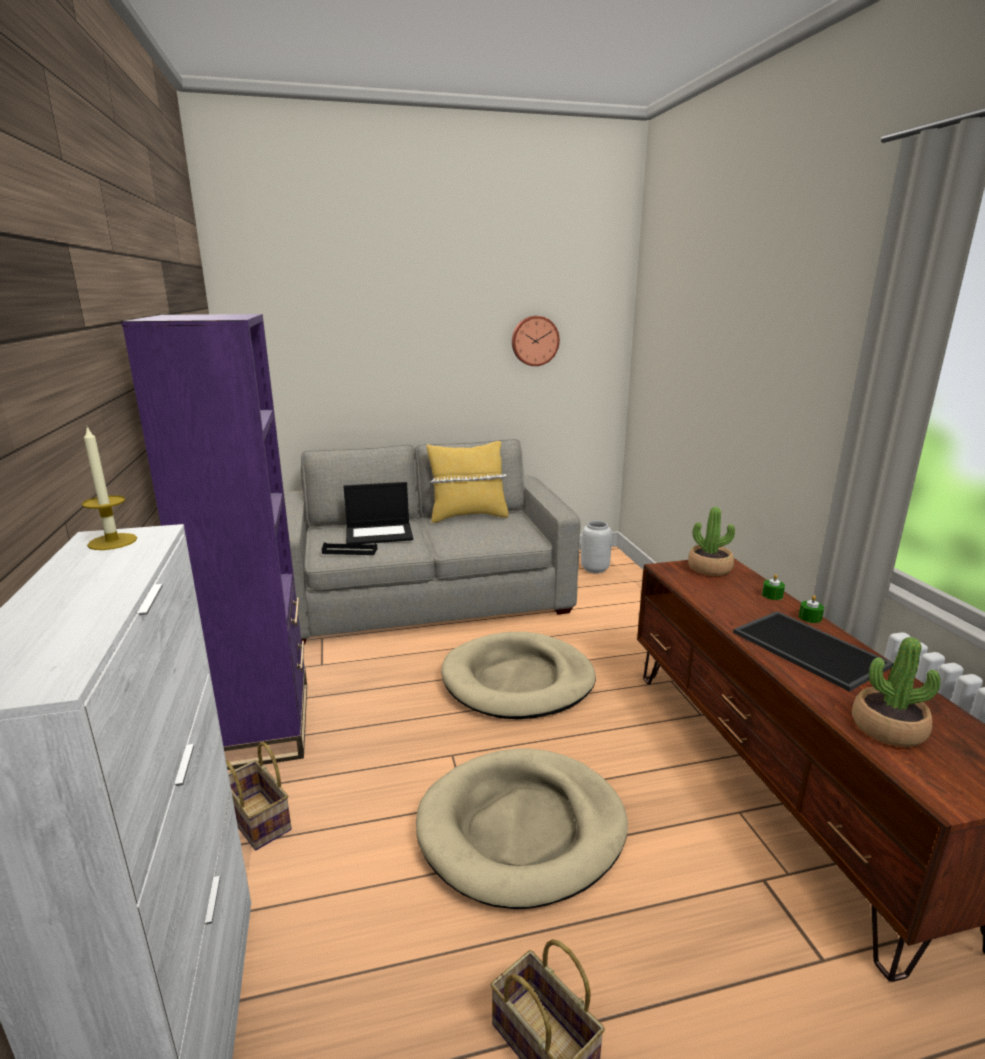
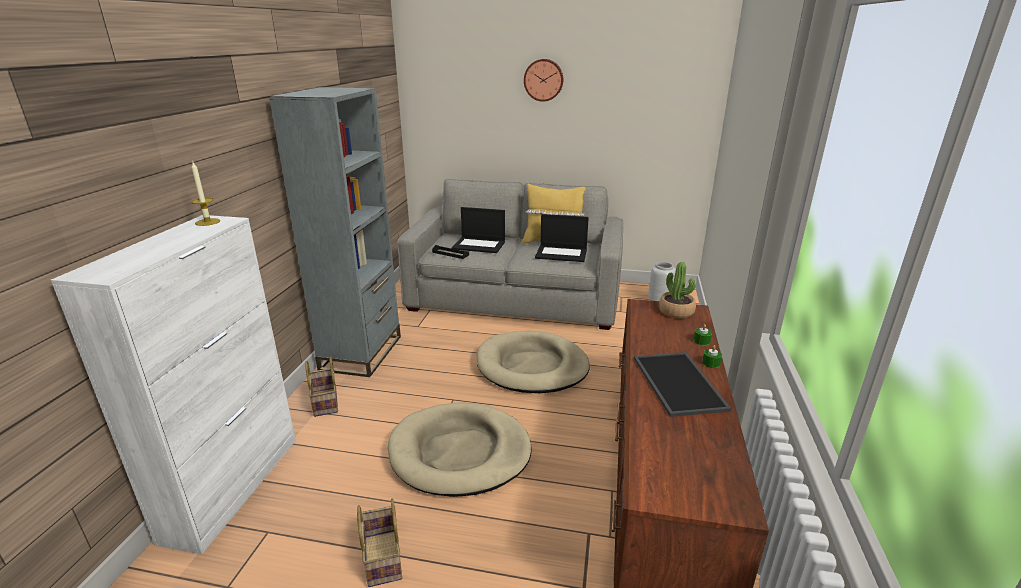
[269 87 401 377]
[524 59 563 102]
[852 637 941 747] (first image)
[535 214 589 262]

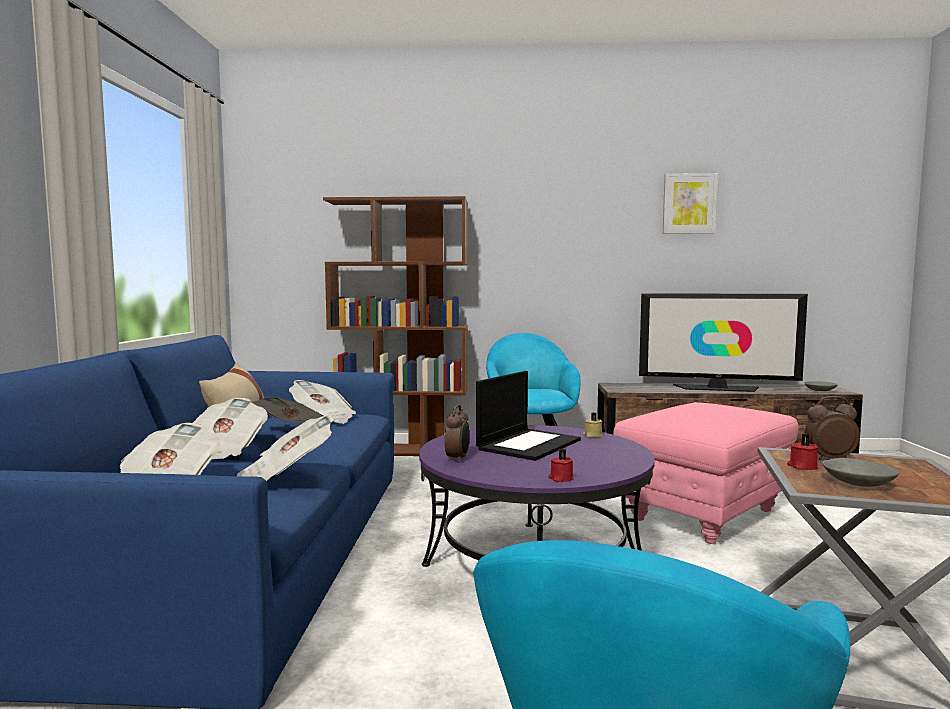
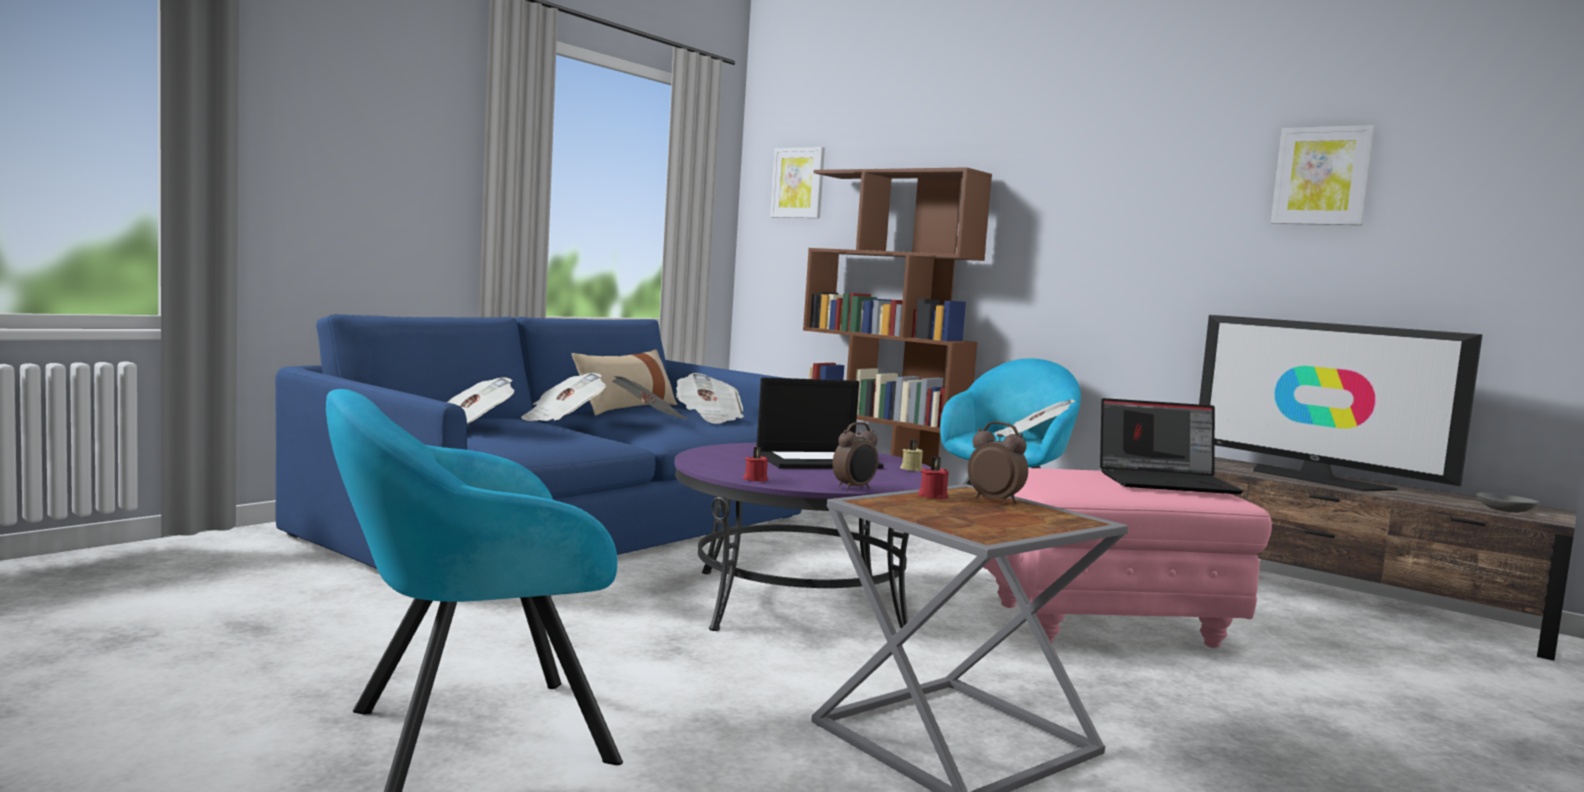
[832 422 878 490]
[994 399 1075 436]
[822 458 899 487] (first image)
[770 147 825 218]
[1100 398 1244 494]

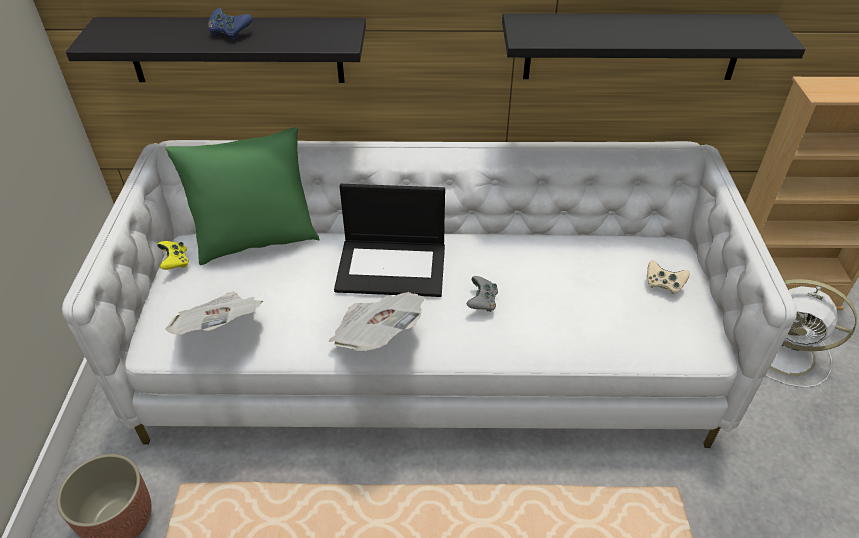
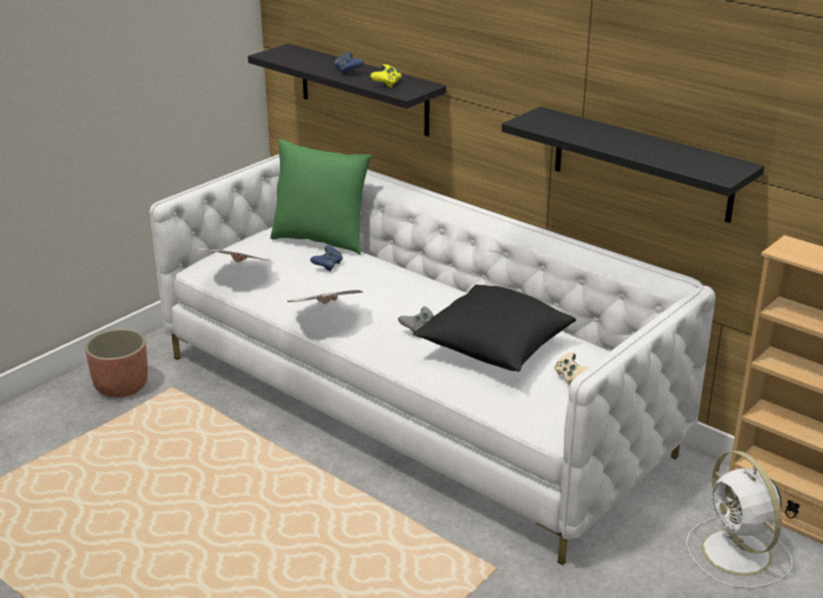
[334 184 445 297] (first image)
[370 64 401 87]
[310 246 343 271]
[413 284 576 372]

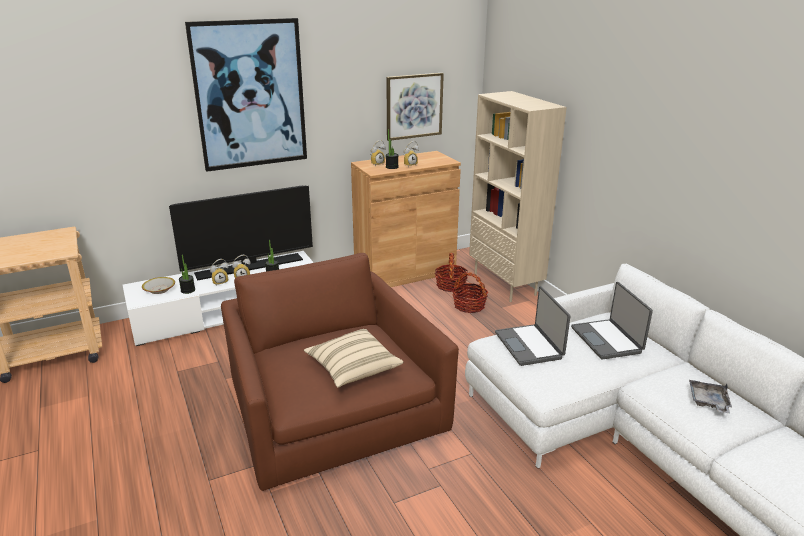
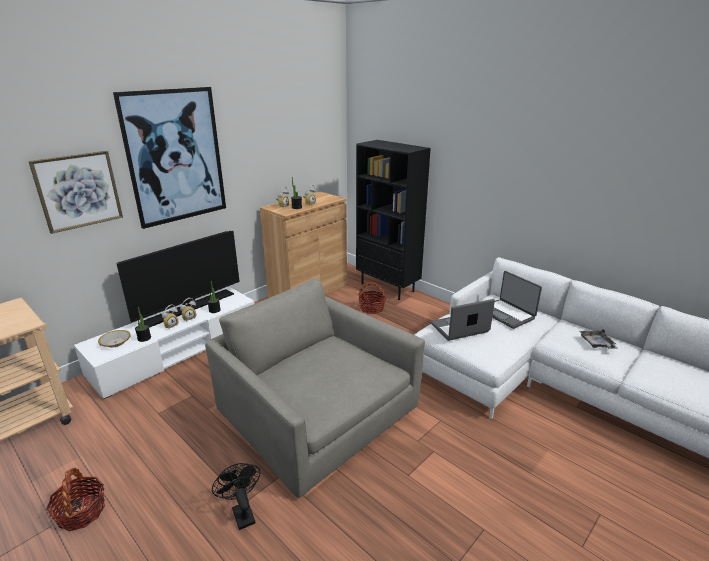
[28 151 123 234]
[356 140 431 300]
[205 279 425 498]
[46 468 105 531]
[431 299 495 341]
[304 329 403 387] (first image)
[212 463 260 530]

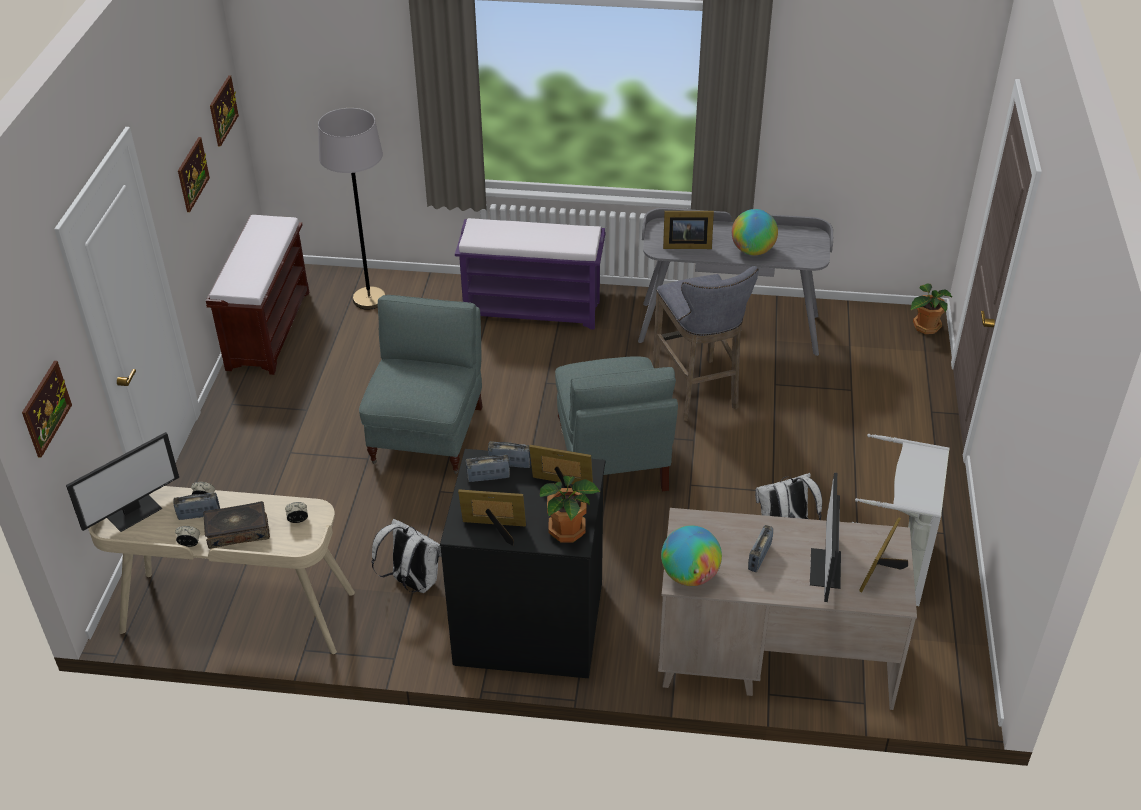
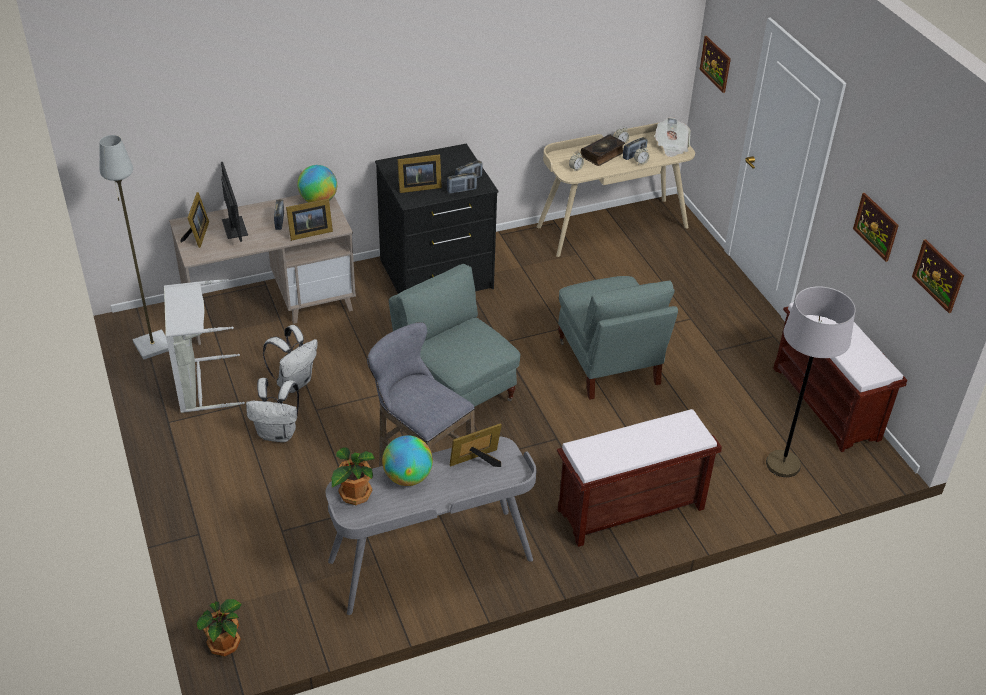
[557 409 722 547]
[654 117 691 157]
[332 447 375 505]
[286 198 333 241]
[246 378 299 442]
[100 135 169 360]

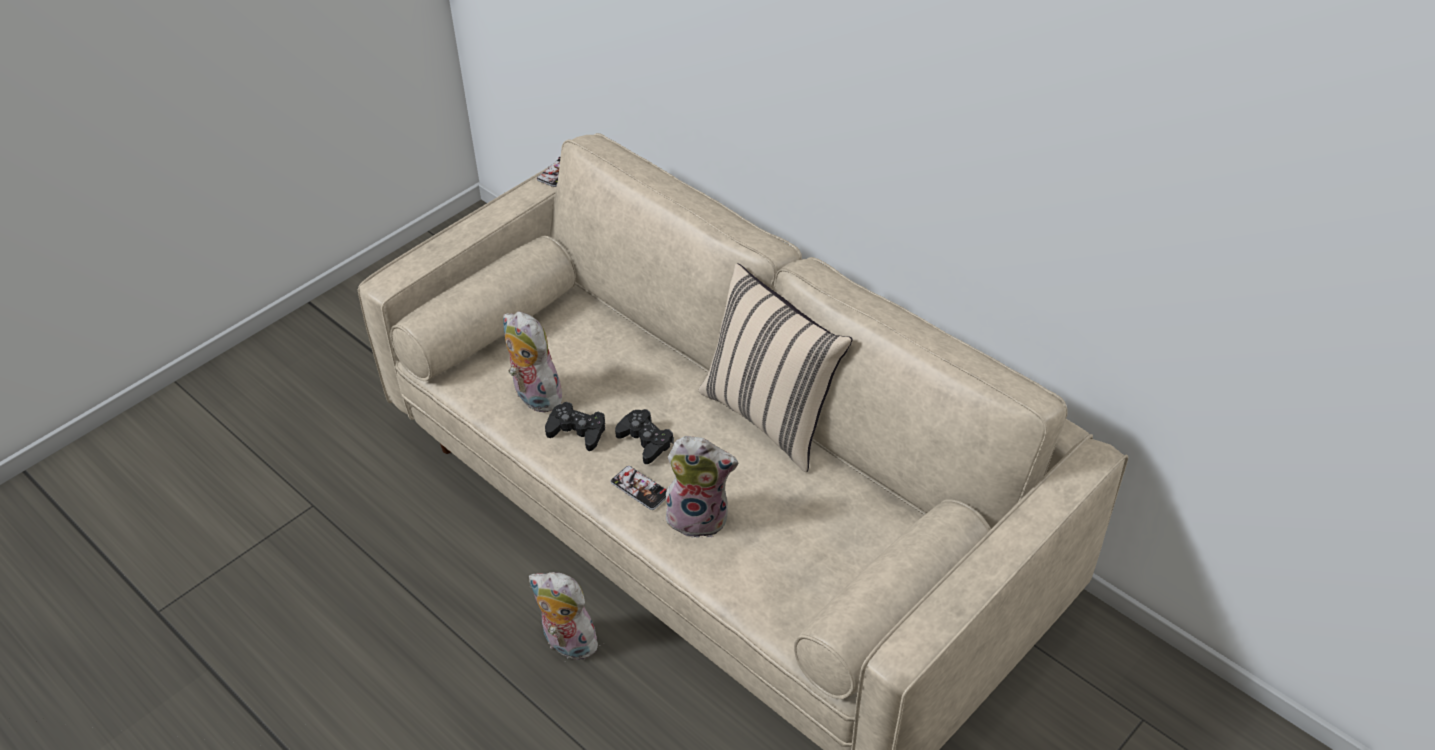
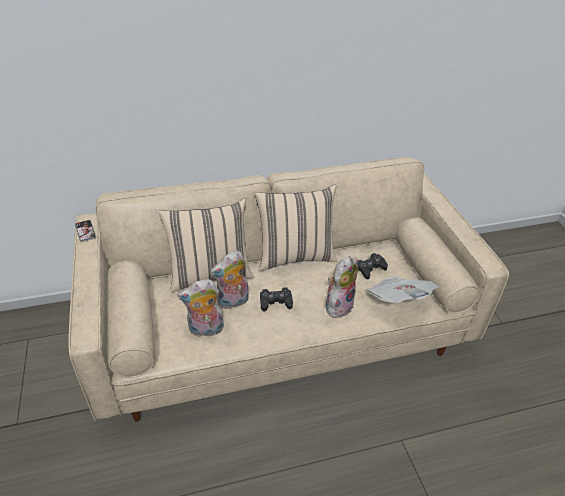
[358 253 388 279]
[611 466 667 510] (first image)
[210 251 249 309]
[158 198 254 293]
[365 276 439 303]

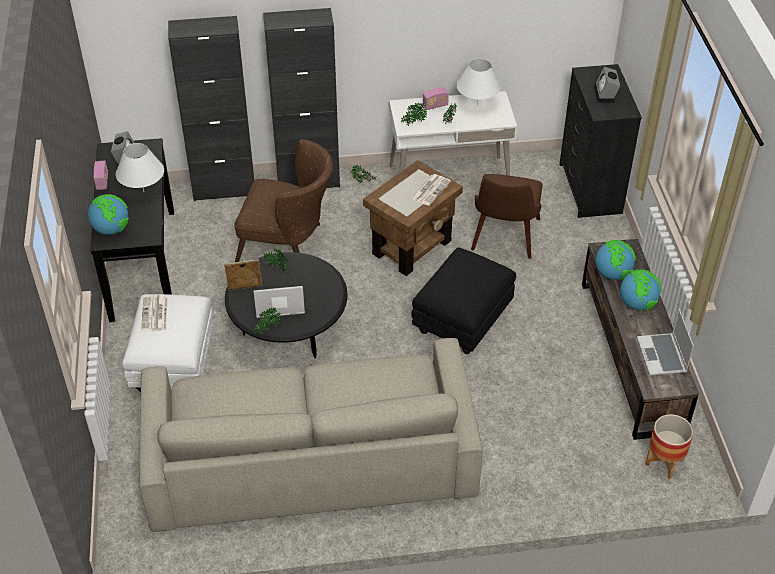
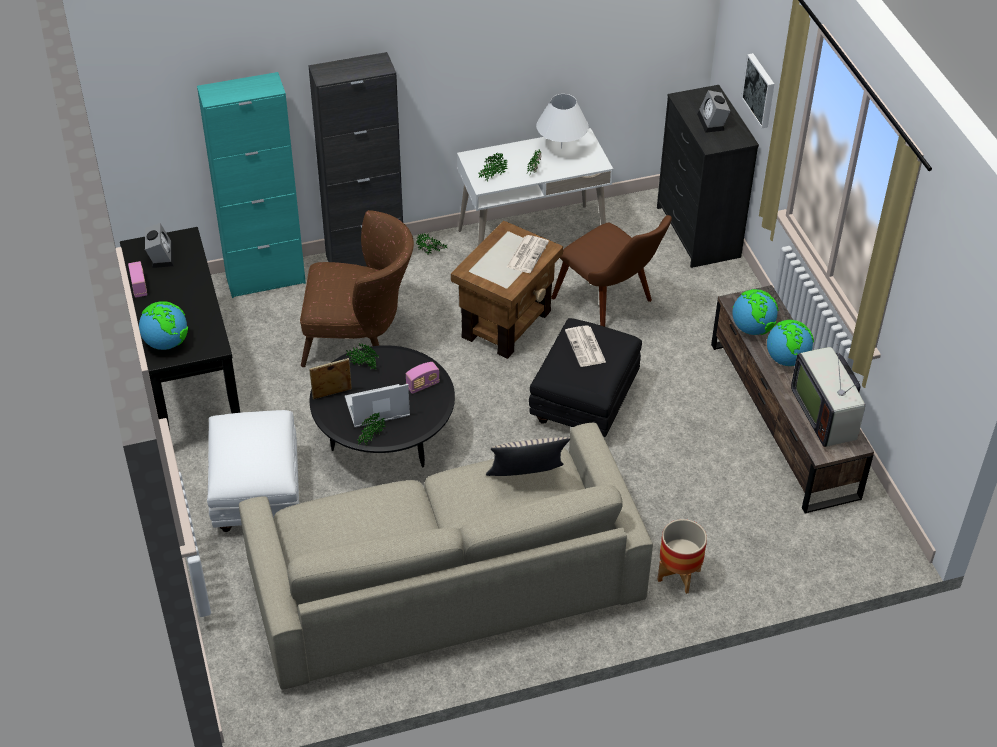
[197 72 306 298]
[406 362 440 394]
[116 143 164 192] (first image)
[551 215 672 327]
[565 325 606 367]
[791 344 865 447]
[657 519 707 594]
[741 53 774 128]
[486 437 570 476]

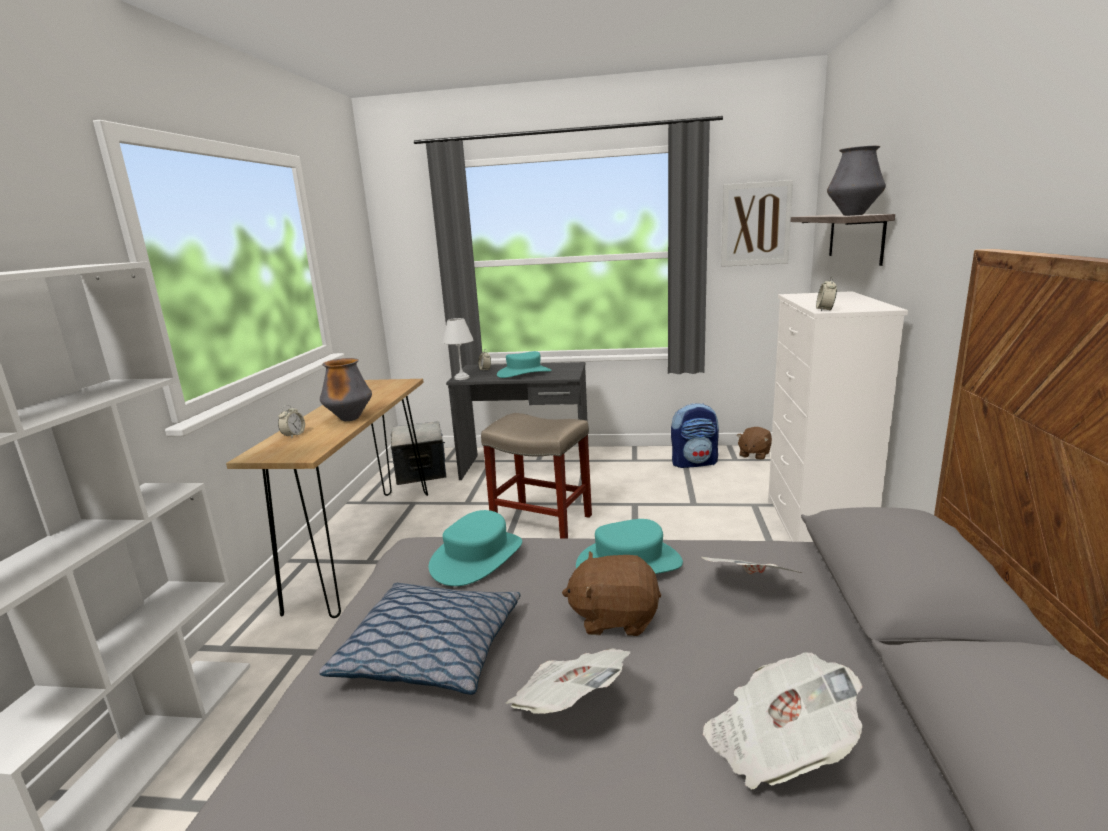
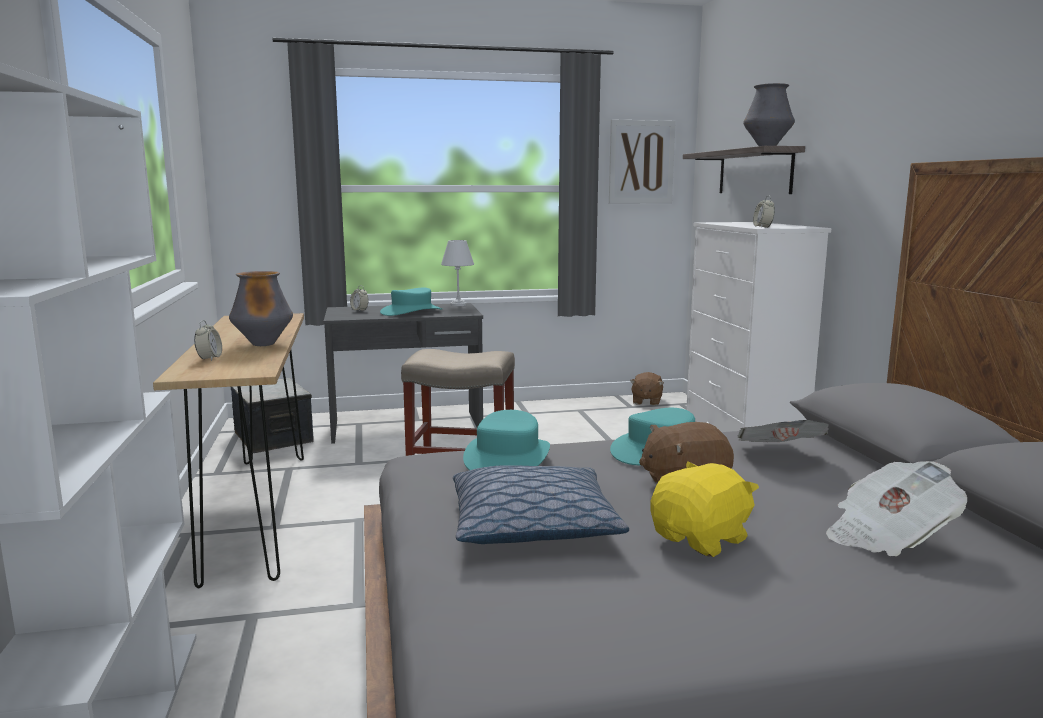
[441 240 474 306]
[671 403 719 468] (first image)
[650 462 759 557]

